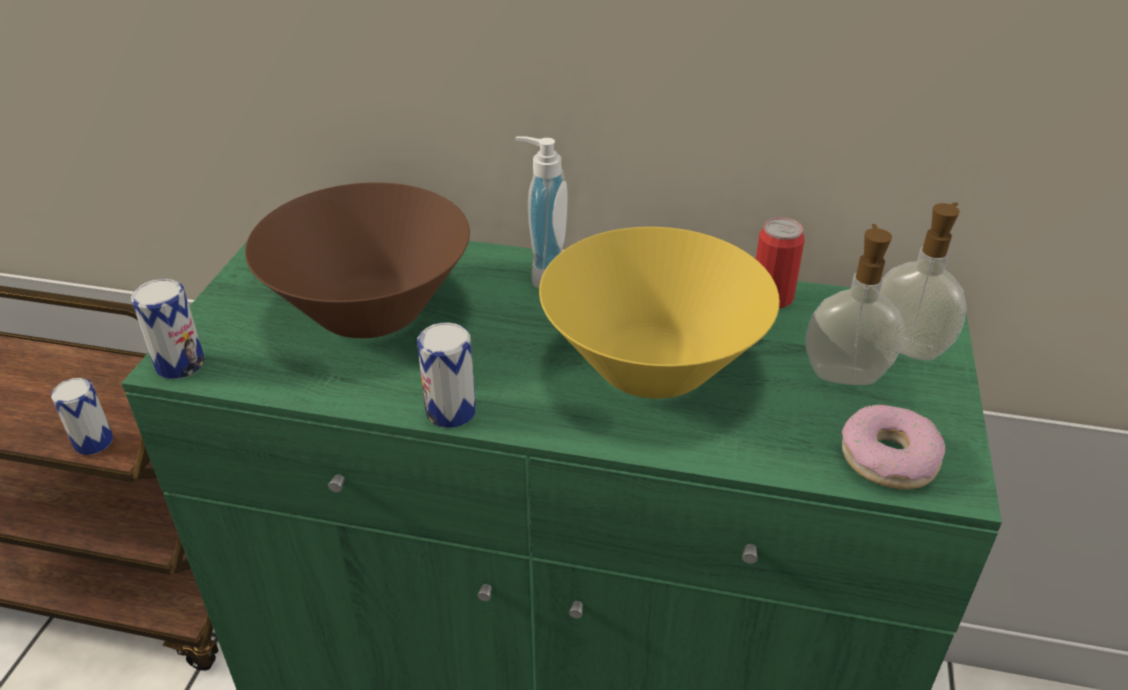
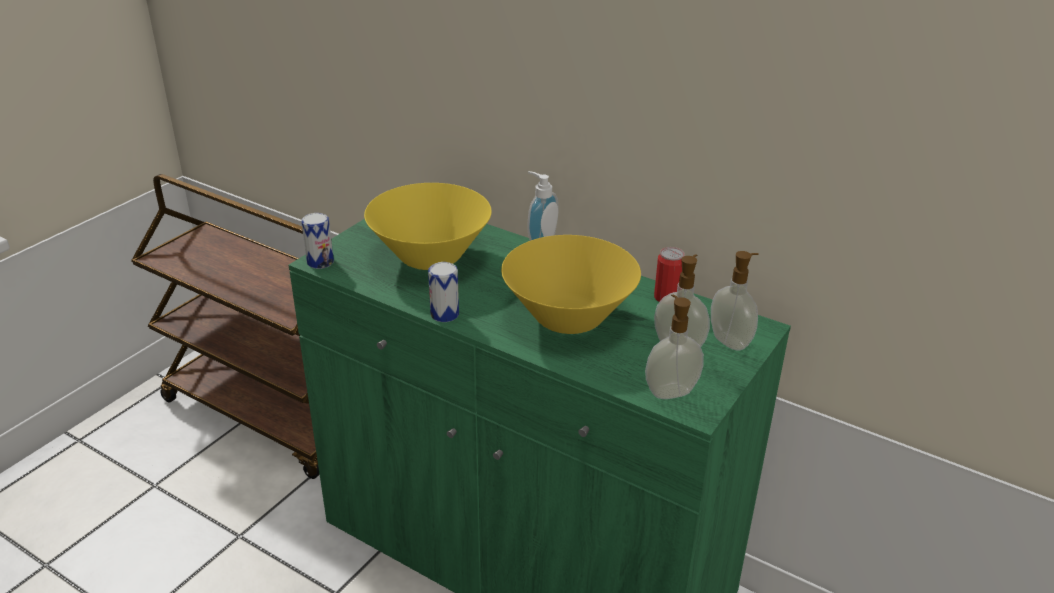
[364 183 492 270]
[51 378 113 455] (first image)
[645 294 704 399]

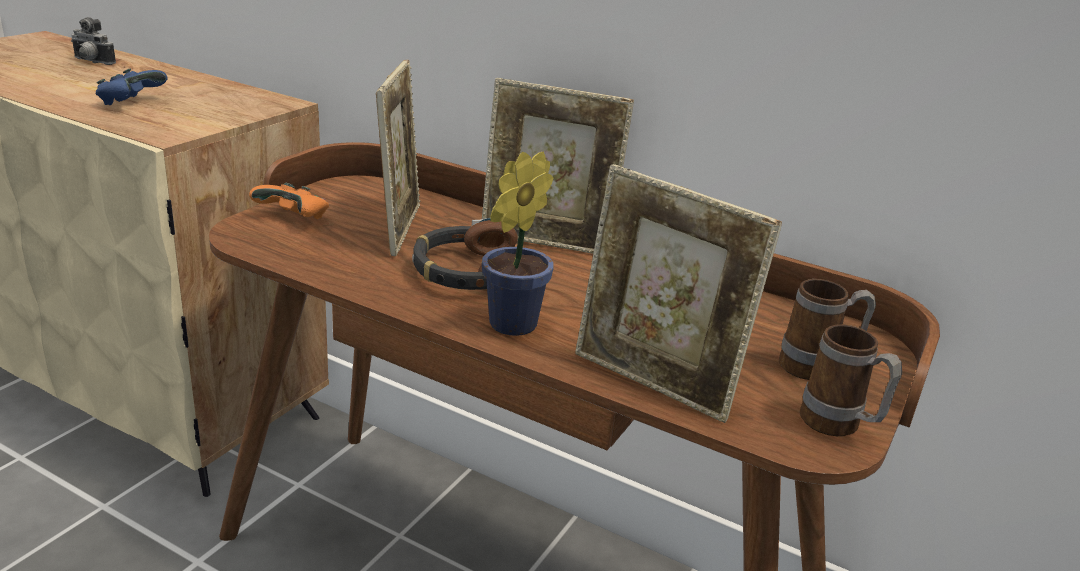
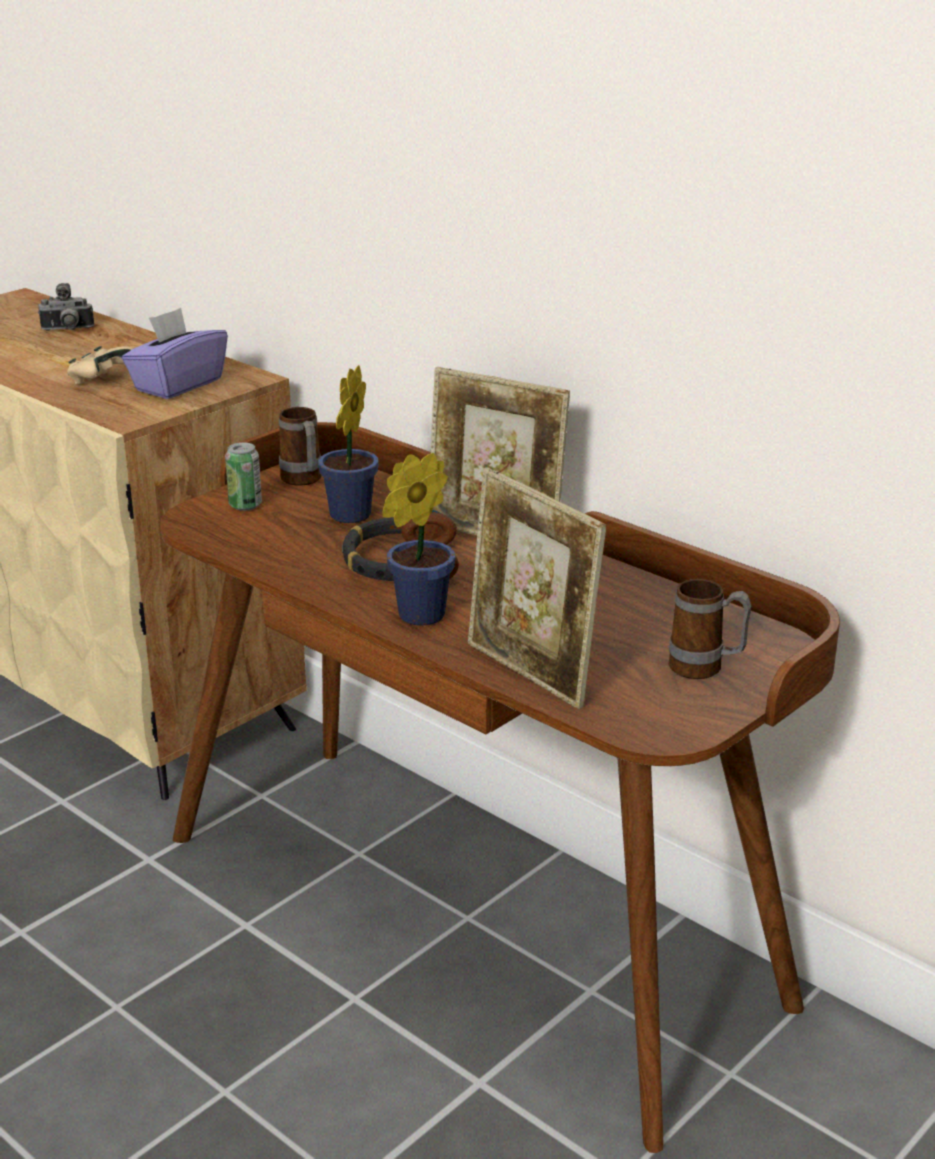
[38 283 94 331]
[318 365 379 523]
[67 346 133 384]
[225 442 262 511]
[279 407 322 486]
[122 308 228 399]

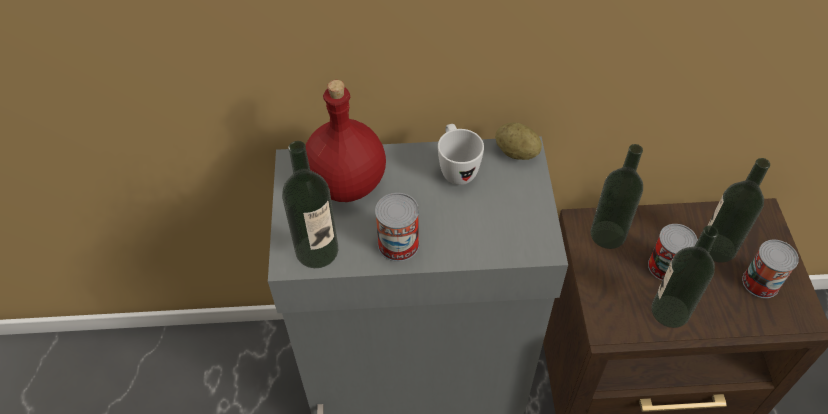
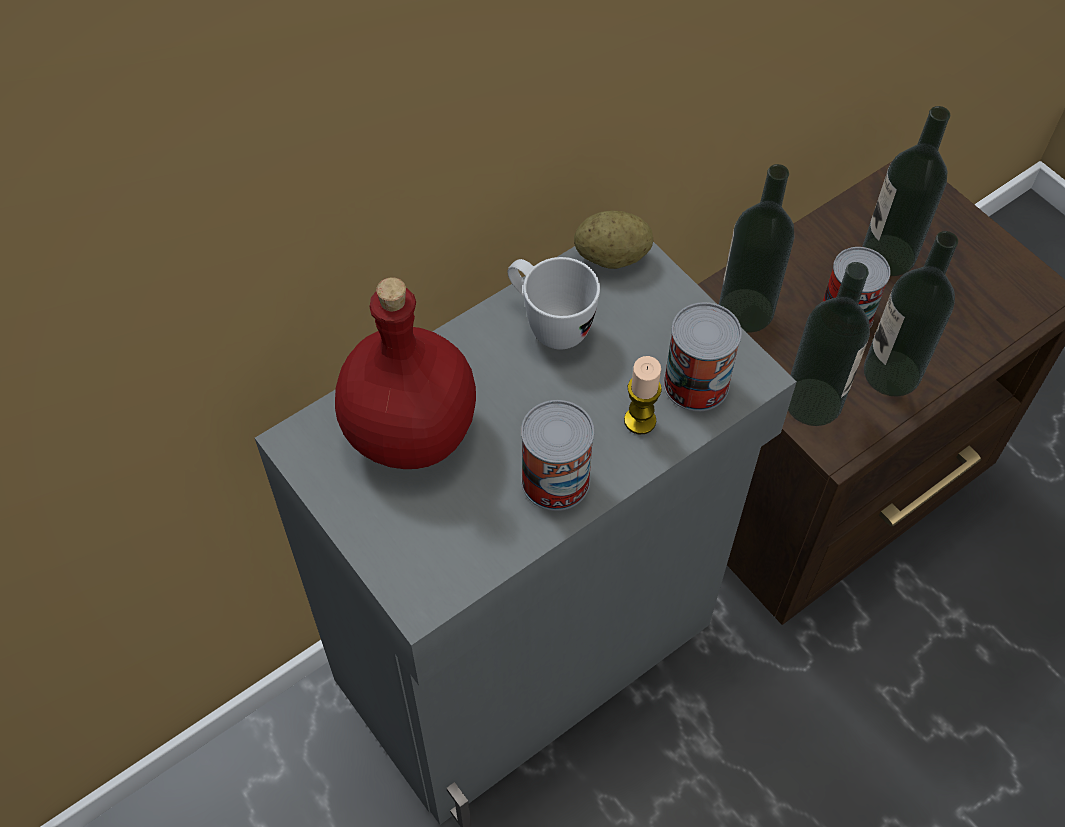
[788 262 870 426]
[663 302 742 411]
[624 356 662 434]

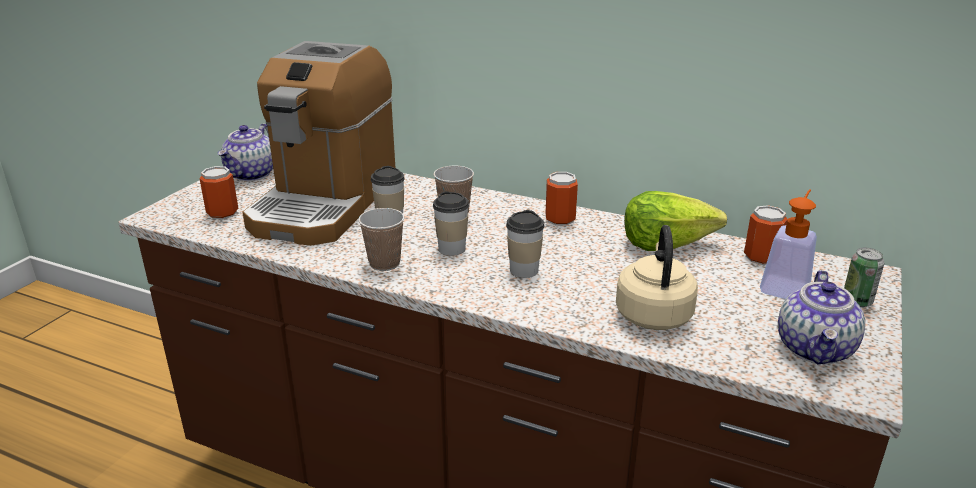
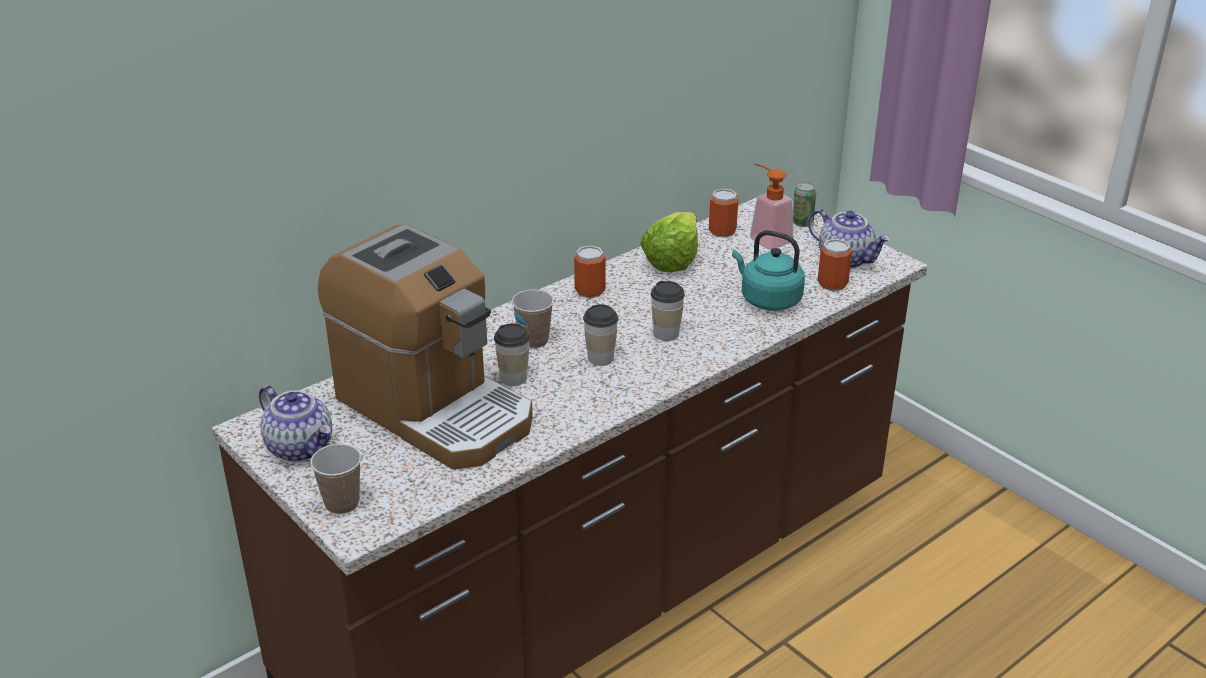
[817 239 852 291]
[310 444 361 514]
[732 230 805 311]

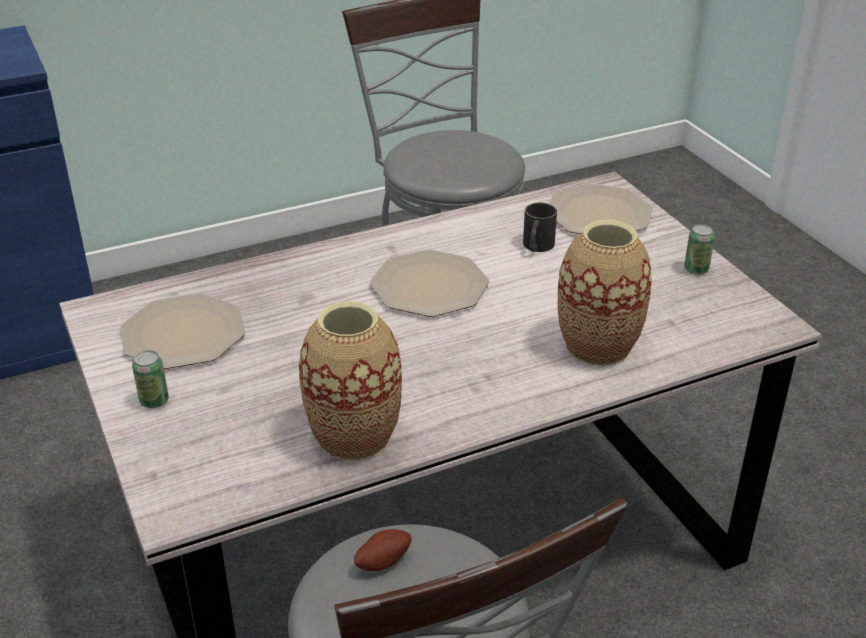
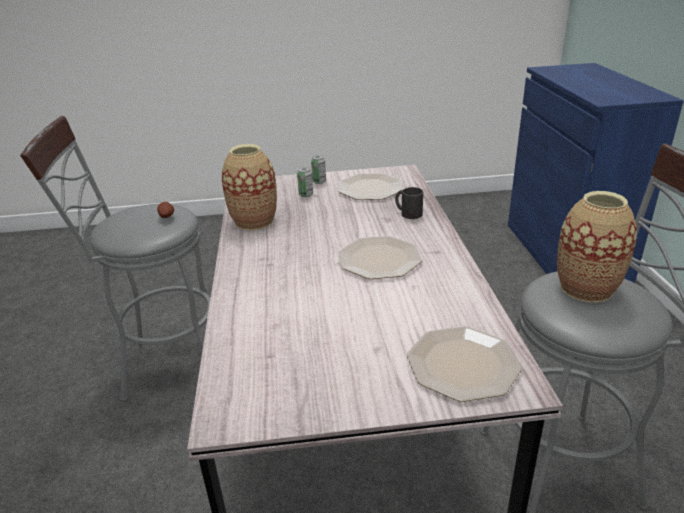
[395 187 423 219]
[557 191 637 303]
[297 167 313 197]

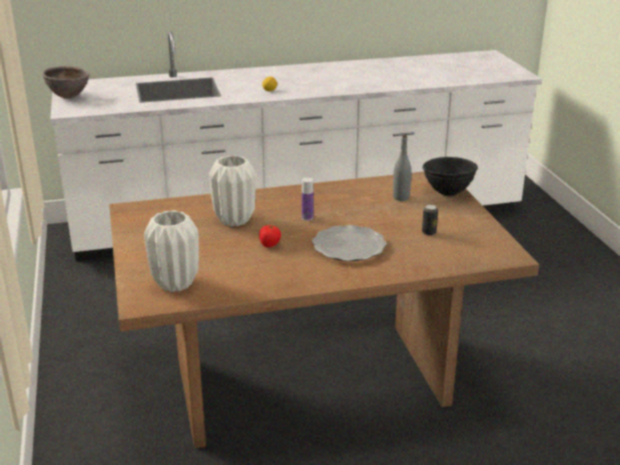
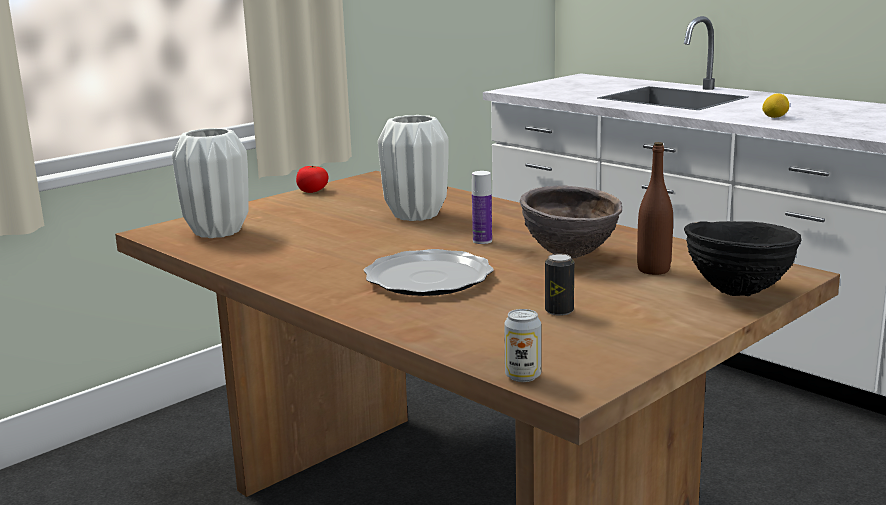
[520 185 622 259]
[637 142 673 275]
[296 166 328 193]
[504 309 541 382]

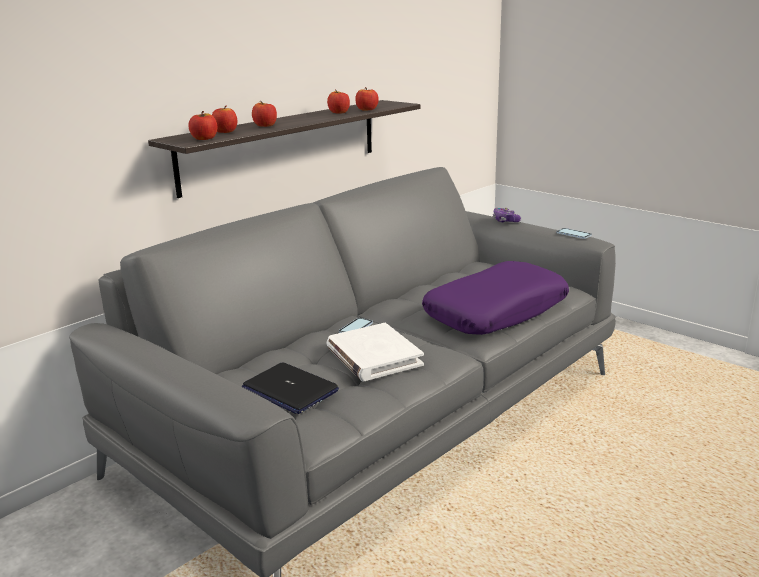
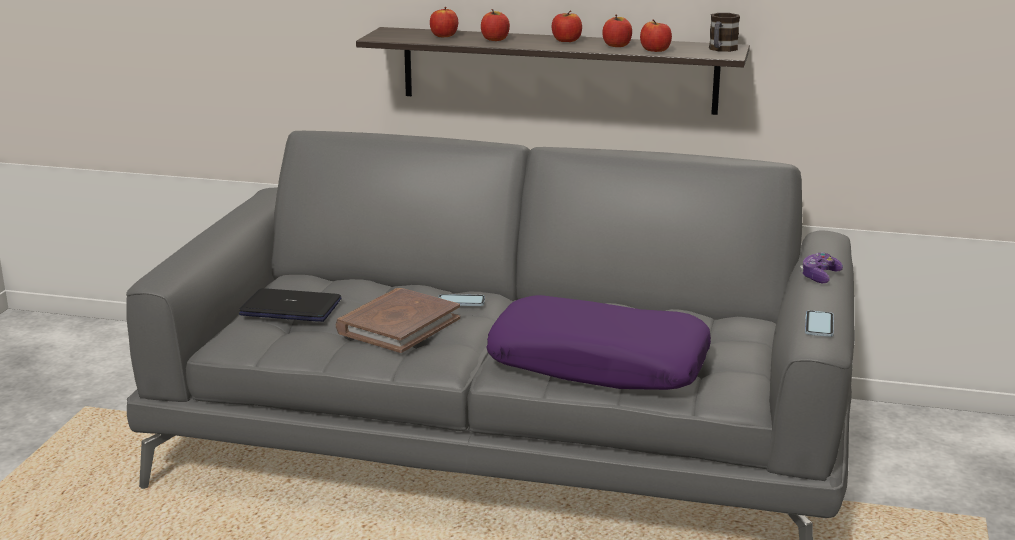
[552 10 582 42]
[336 288 460 353]
[239 288 342 322]
[709 13 740 52]

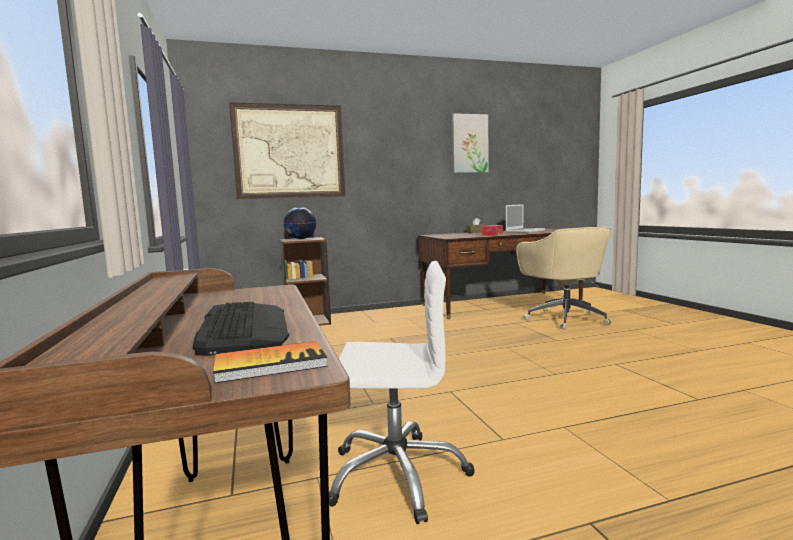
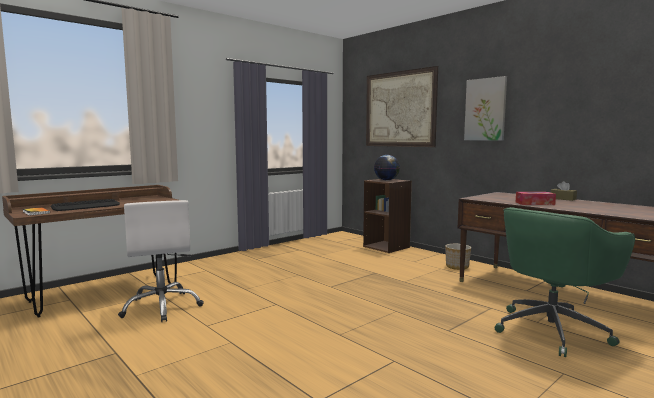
[464 76 507 141]
[506 204 545 233] (first image)
[495 207 635 357]
[445 244 471 270]

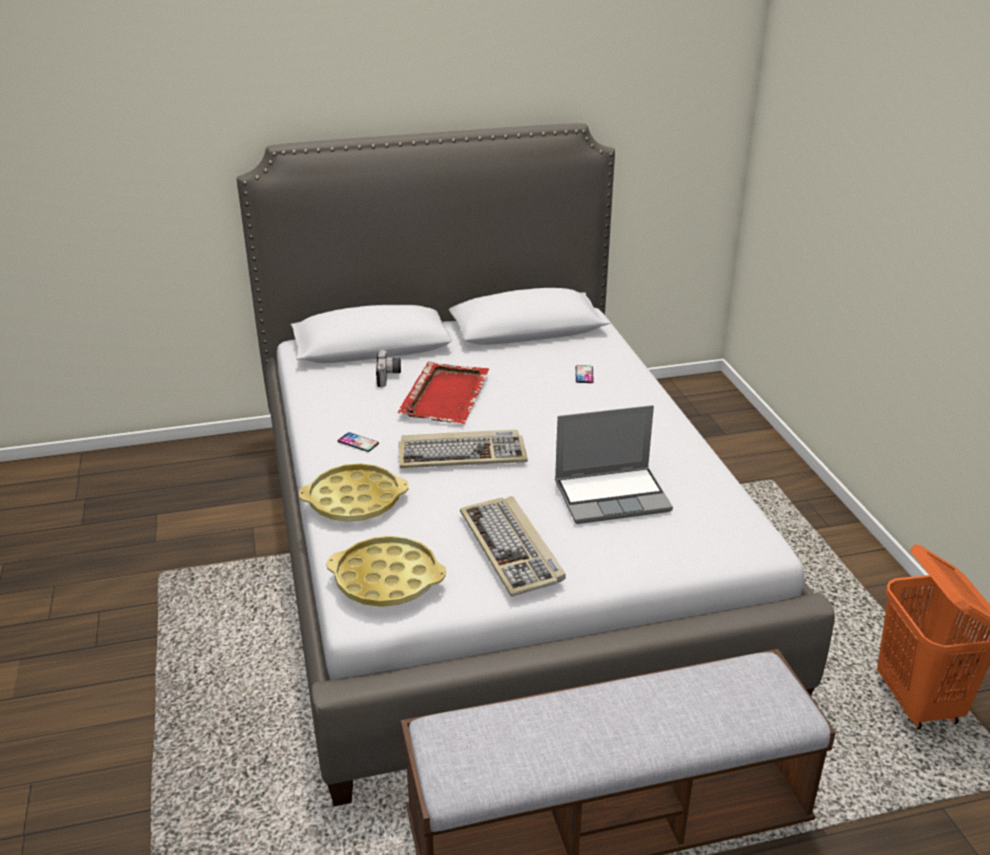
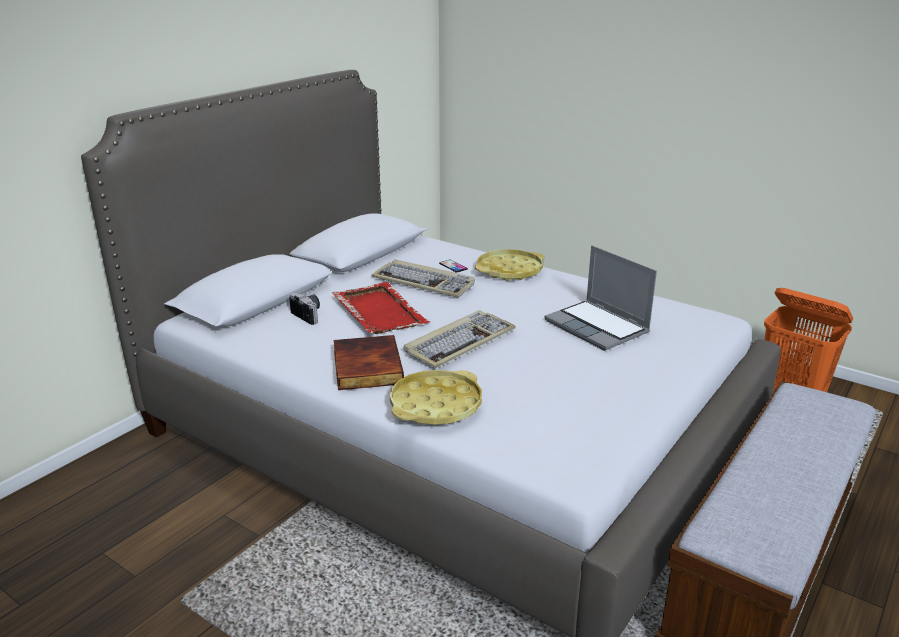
[544 246 657 351]
[334 335 404 390]
[372 260 475 298]
[475 249 545 281]

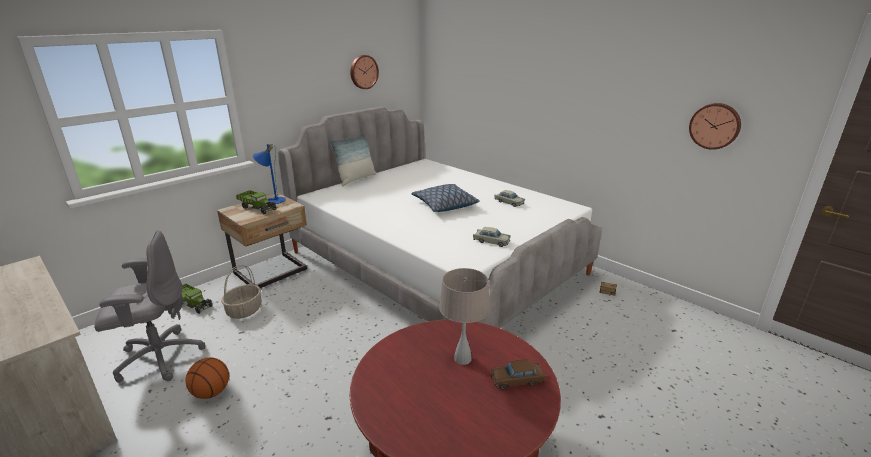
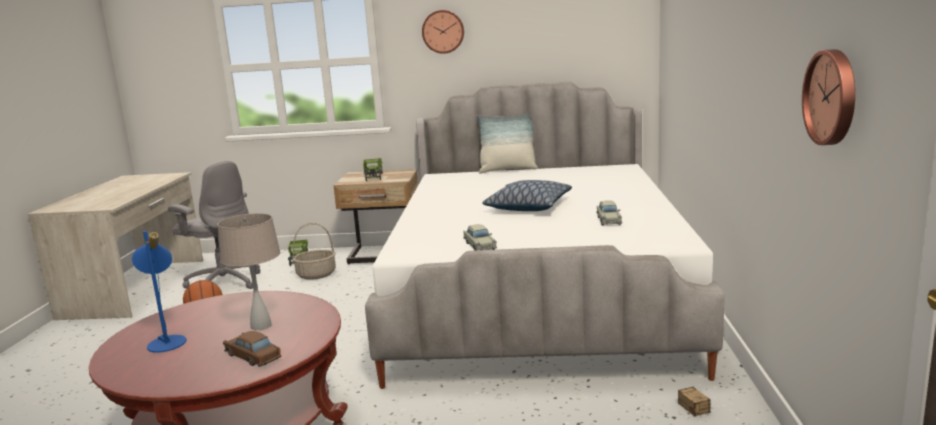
[422 10 464 54]
[132 231 187 353]

